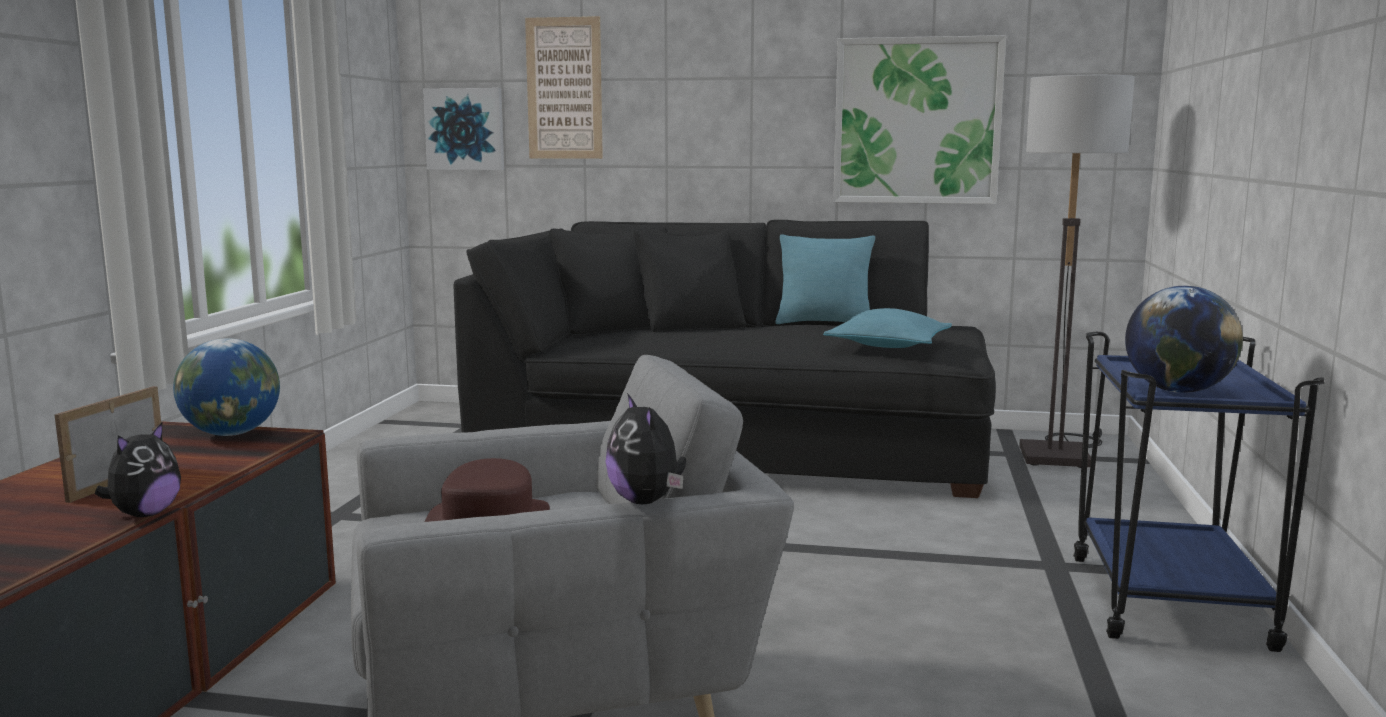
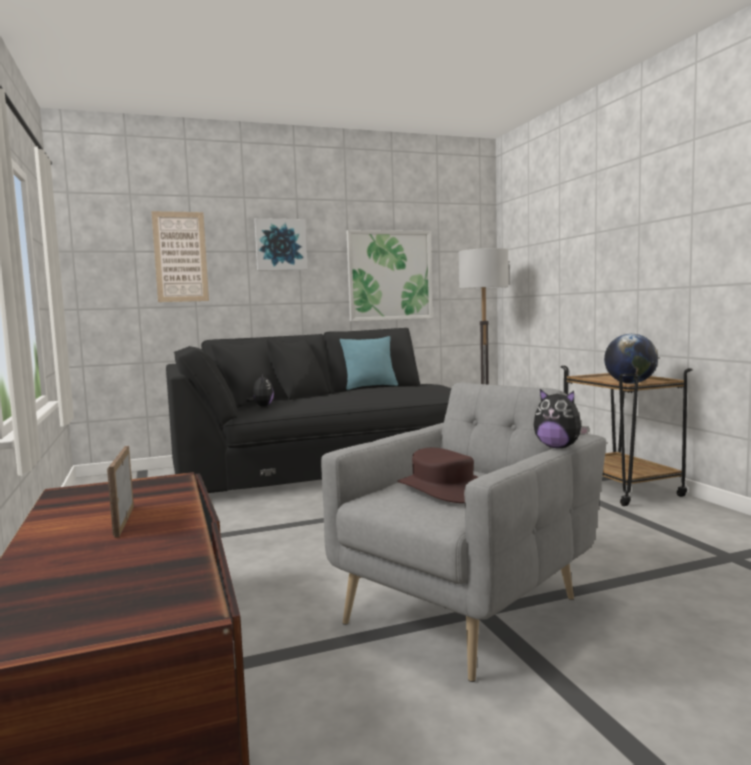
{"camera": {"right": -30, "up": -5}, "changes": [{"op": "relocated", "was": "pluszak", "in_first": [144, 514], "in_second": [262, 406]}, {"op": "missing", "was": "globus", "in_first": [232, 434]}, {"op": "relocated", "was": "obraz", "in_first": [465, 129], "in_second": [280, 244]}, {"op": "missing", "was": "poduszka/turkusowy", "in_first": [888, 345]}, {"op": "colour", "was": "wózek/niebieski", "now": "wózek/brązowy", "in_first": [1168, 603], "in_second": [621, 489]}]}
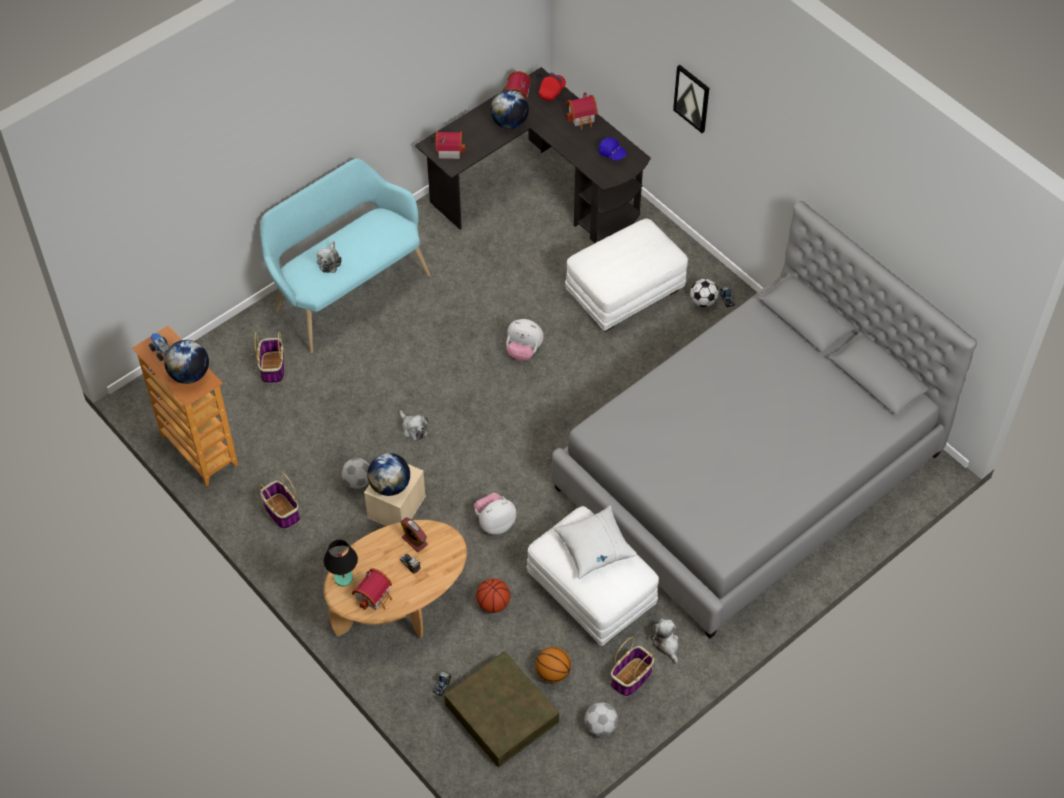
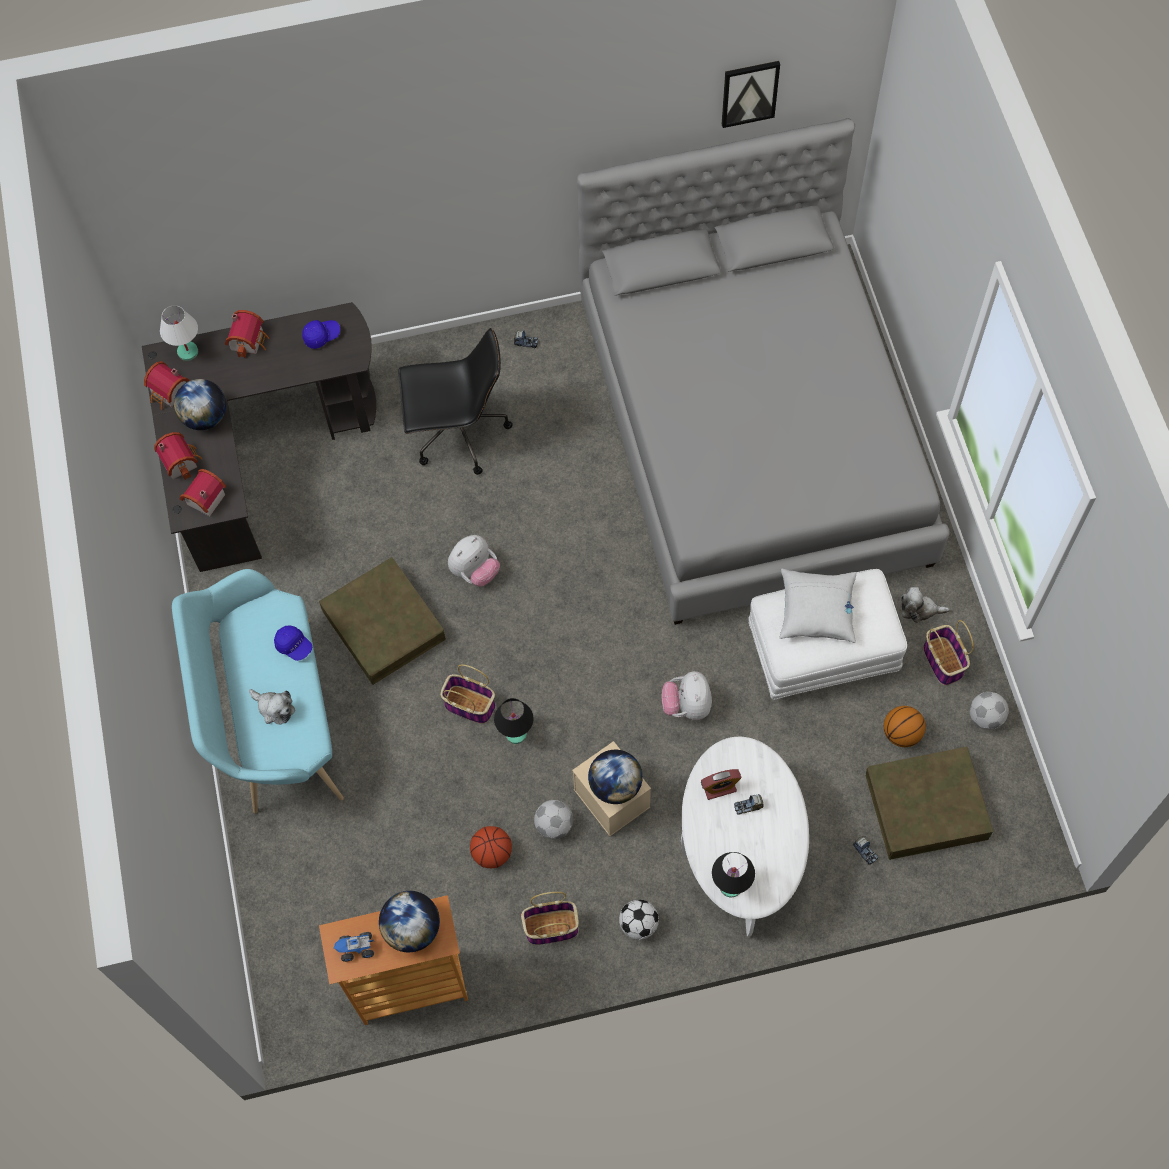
{"camera": {"right": -60, "up": 10}, "changes": [{"op": "relocated", "was": "koszyk", "in_first": [272, 367], "in_second": [468, 705]}, {"op": "colour", "was": "ława/brązowy", "now": "ława/biały", "in_first": [399, 603], "in_second": [740, 851]}, {"op": "relocated", "was": "domek", "in_first": [375, 595], "in_second": [181, 461]}, {"op": "exchanged", "was": "pluszak", "now": "lampa stołowa/czarny", "in_first": [413, 428], "in_second": [515, 734]}, {"op": "relocated", "was": "piłka do koszykówki", "in_first": [493, 604], "in_second": [492, 853]}, {"op": "exchanged", "was": "czapka z daszkiem/czerwony", "now": "lampa stołowa/biały", "in_first": [552, 91], "in_second": [187, 352]}, {"op": "exchanged", "was": "pufa/biały", "now": "krzesło biurowe/czarny", "in_first": [625, 293], "in_second": [457, 434]}, {"op": "relocated", "was": "obraz", "in_first": [692, 98], "in_second": [749, 93]}, {"op": "relocated", "was": "piłka futbolowa", "in_first": [703, 301], "in_second": [638, 924]}, {"op": "appeared", "now": "czapka z daszkiem/niebieski", "in_second": [294, 646]}, {"op": "appeared", "now": "pojemnik do przechowywania/brązowy", "in_second": [384, 625]}]}
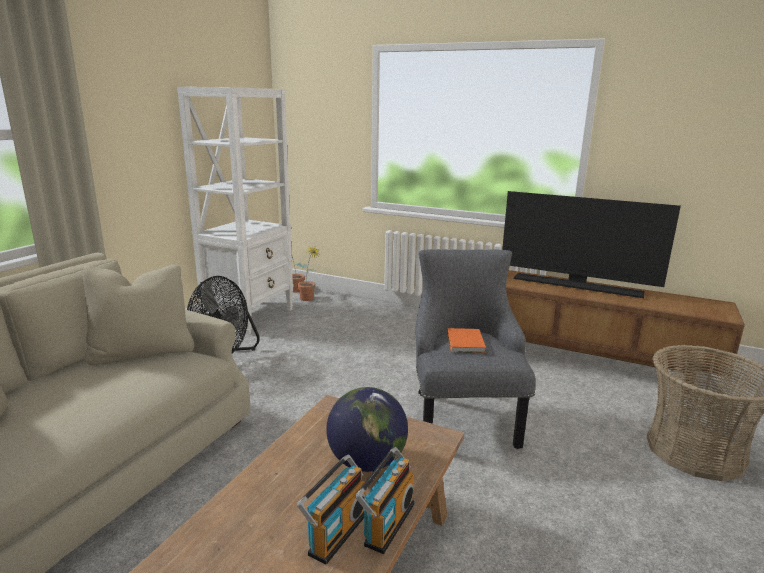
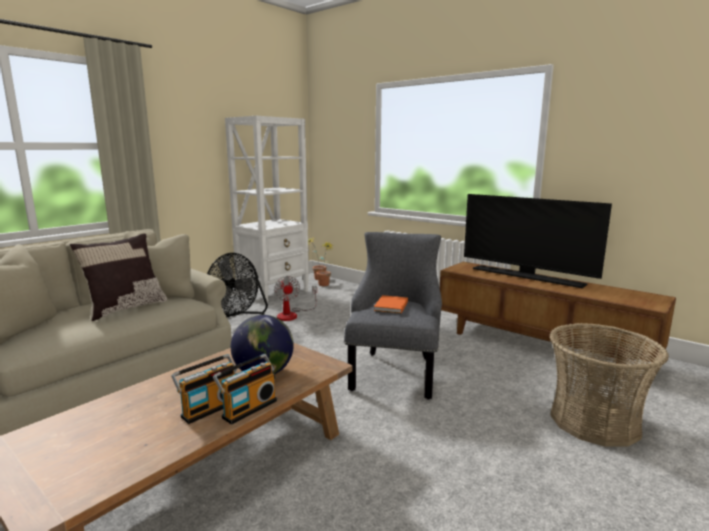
{"camera": {"right": 15, "up": -5}, "changes": [{"op": "appeared", "now": "poduszka", "in_second": [125, 308]}, {"op": "appeared", "now": "wentylator", "in_second": [292, 315]}]}
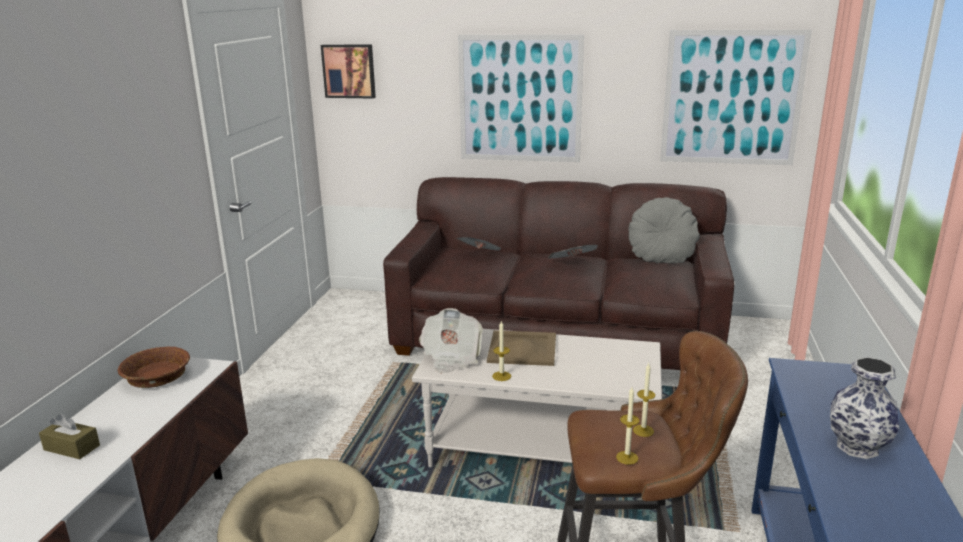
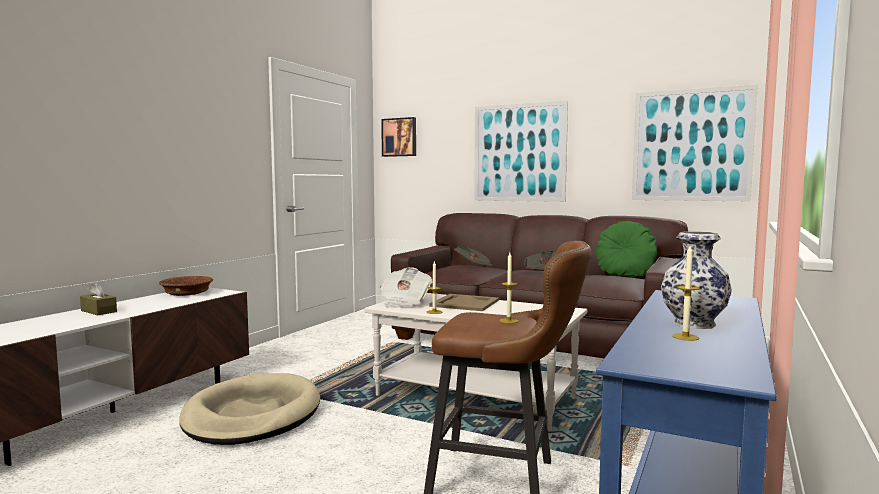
{"camera": {"right": 15, "up": -15}, "changes": [{"op": "relocated", "was": "świeca", "in_first": [627, 457], "in_second": [685, 337]}, {"op": "colour", "was": "poduszka/szary", "now": "poduszka/zielony", "in_first": [661, 260], "in_second": [625, 276]}]}
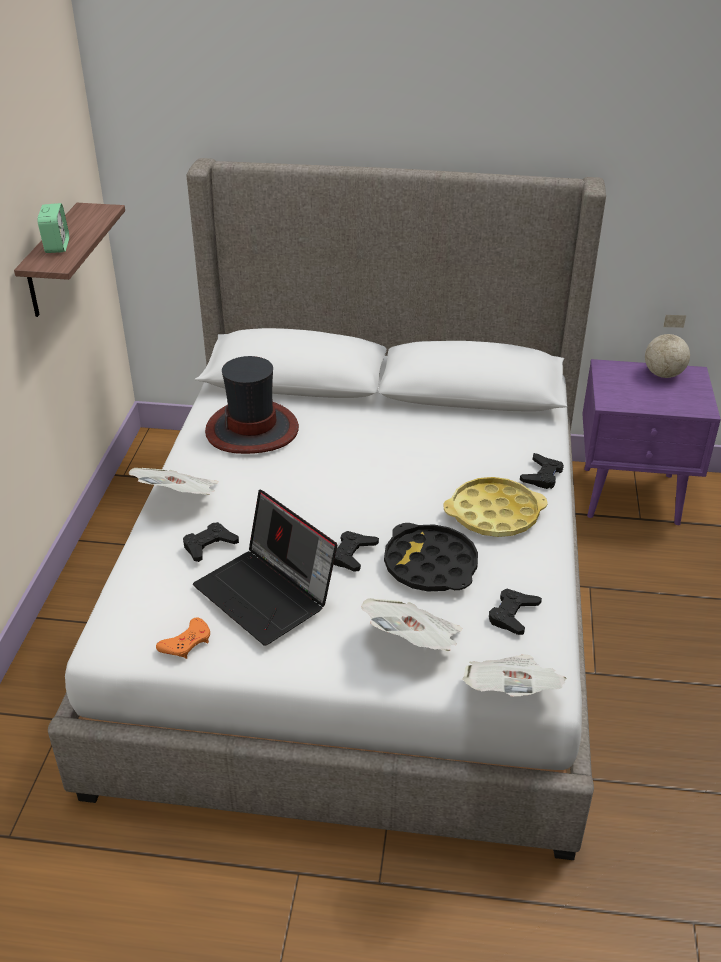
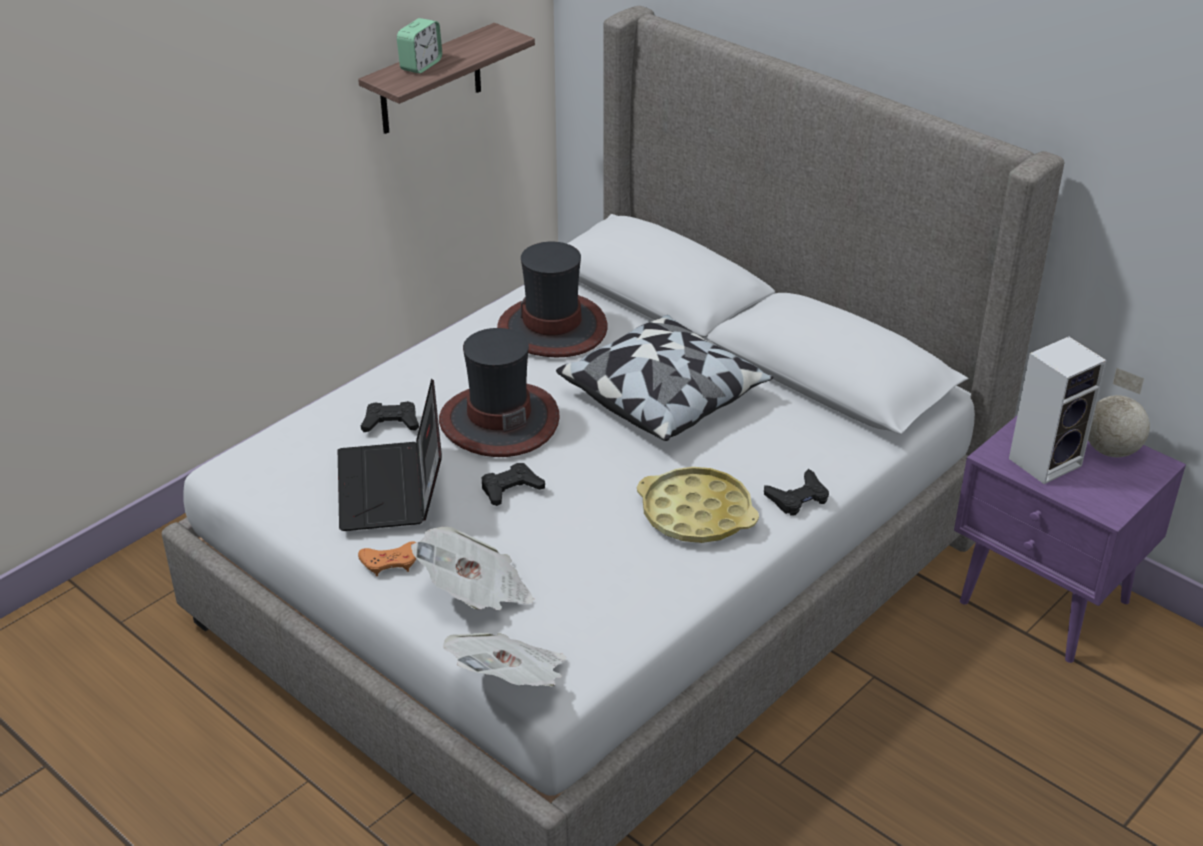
{"camera": {"right": 35, "up": 0}, "changes": [{"op": "missing", "was": "gazeta", "in_first": [179, 498]}, {"op": "relocated", "was": "pad do gier/pomarańczowy", "in_first": [186, 643], "in_second": [390, 562]}, {"op": "missing", "was": "taca/czarny", "in_first": [430, 565]}, {"op": "missing", "was": "pad do gier/czarny", "in_first": [513, 615]}, {"op": "appeared", "now": "kapelusz", "in_second": [499, 420]}, {"op": "appeared", "now": "poduszka", "in_second": [664, 398]}, {"op": "appeared", "now": "głośnik", "in_second": [1046, 460]}]}
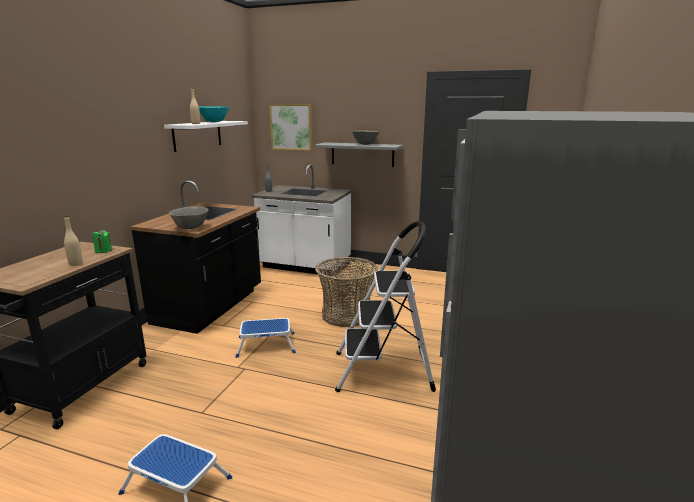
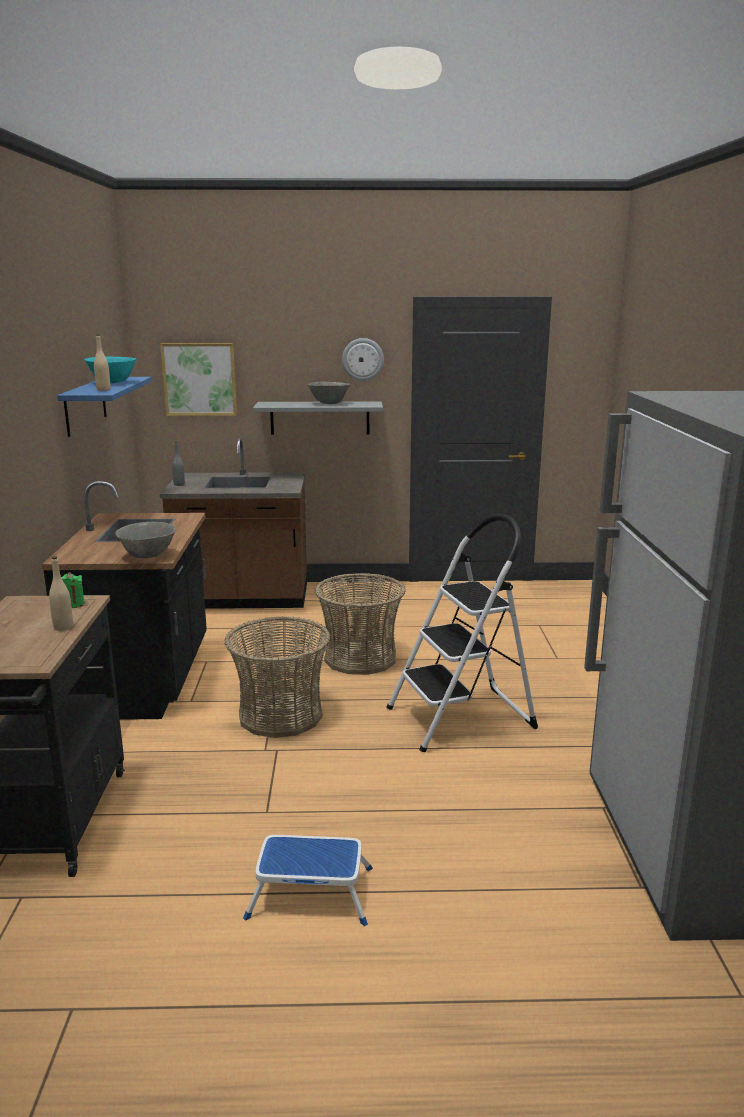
{"camera": {"right": -20, "up": 0}, "changes": [{"op": "colour", "was": "półka/biały", "now": "półka/niebieski", "in_first": [197, 135], "in_second": [85, 405]}, {"op": "exchanged", "was": "drabinka/niebieski", "now": "koszyk", "in_first": [266, 345], "in_second": [280, 715]}, {"op": "colour", "was": "zabudowa kuchenna/biały", "now": "zabudowa kuchenna/brązowy", "in_first": [305, 266], "in_second": [242, 598]}, {"op": "appeared", "now": "zegar ścienny", "in_second": [362, 359]}]}
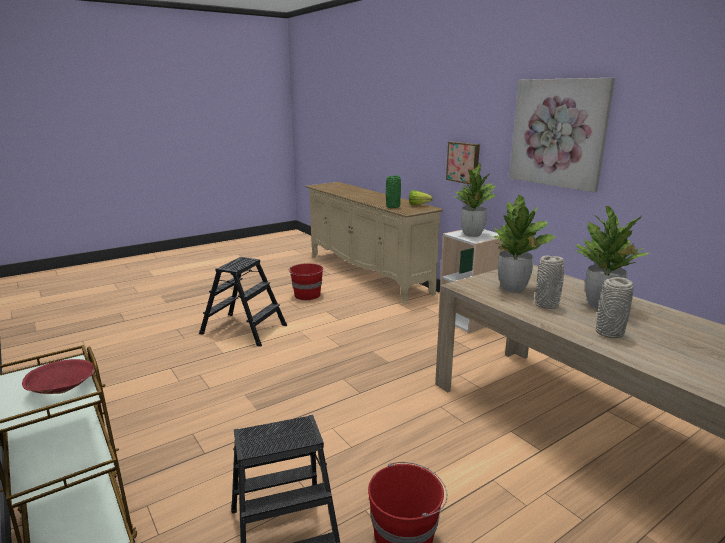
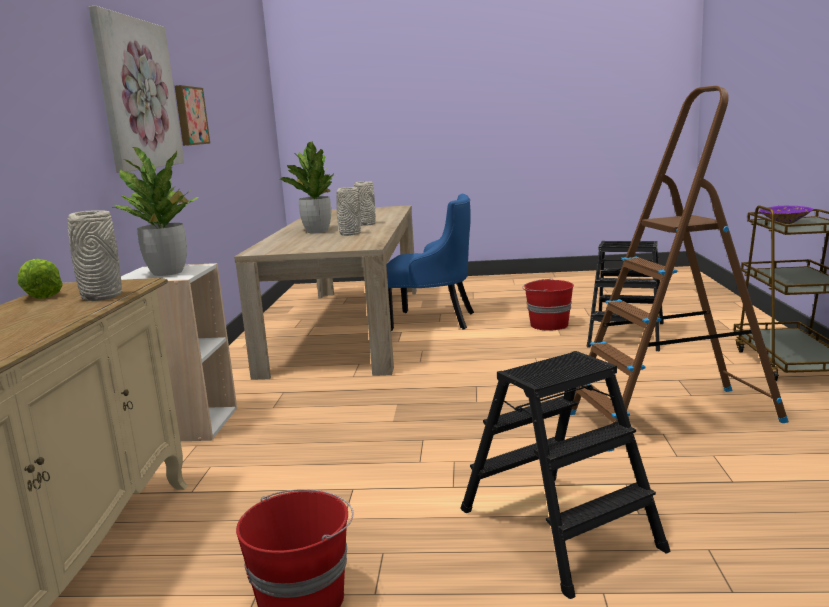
{"camera": {"right": -140, "up": -5}, "changes": [{"op": "colour", "was": "miska/czerwony", "now": "miska/fioletowy", "in_first": [63, 389], "in_second": [784, 223]}, {"op": "colour", "was": "wazon/zielony", "now": "wazon/szary", "in_first": [393, 207], "in_second": [101, 297]}, {"op": "relocated", "was": "obraz", "in_first": [463, 162], "in_second": [189, 116]}, {"op": "missing", "was": "roślina doniczkowa", "in_first": [513, 288]}, {"op": "appeared", "now": "krzesło/niebieski", "in_second": [430, 321]}, {"op": "appeared", "now": "drabinka/brązowy", "in_second": [672, 418]}]}
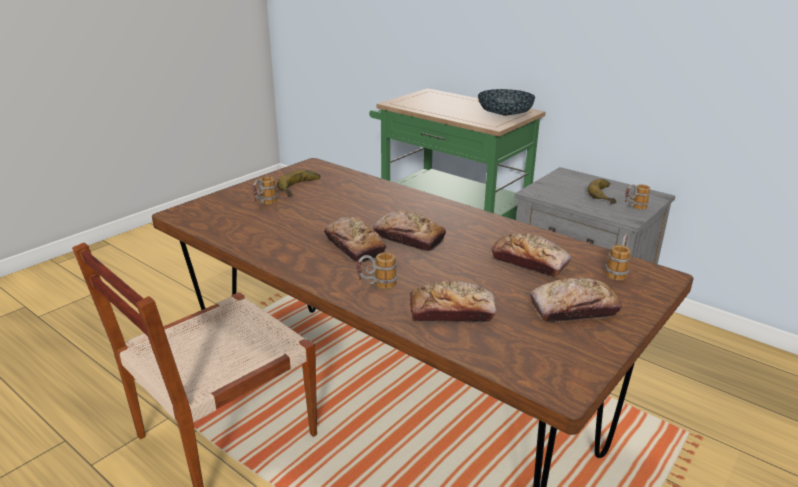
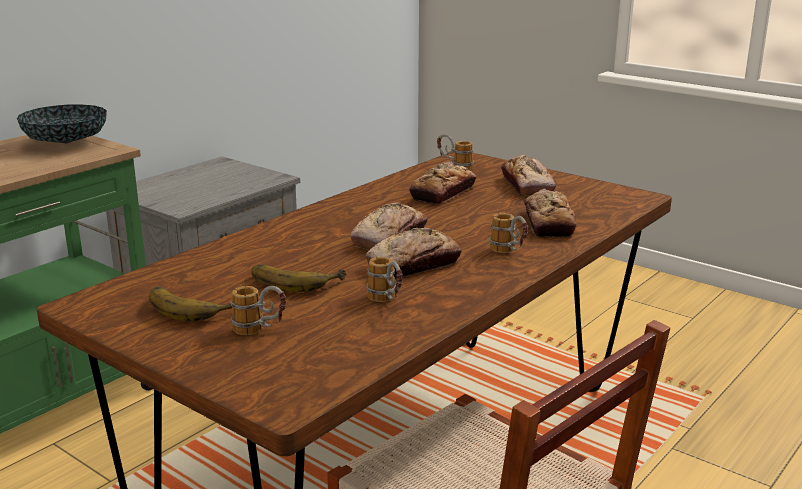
{"camera": {"right": -90, "up": -5}, "changes": [{"op": "relocated", "was": "banan", "in_first": [607, 195], "in_second": [295, 280]}, {"op": "relocated", "was": "kubek", "in_first": [634, 208], "in_second": [387, 301]}]}
